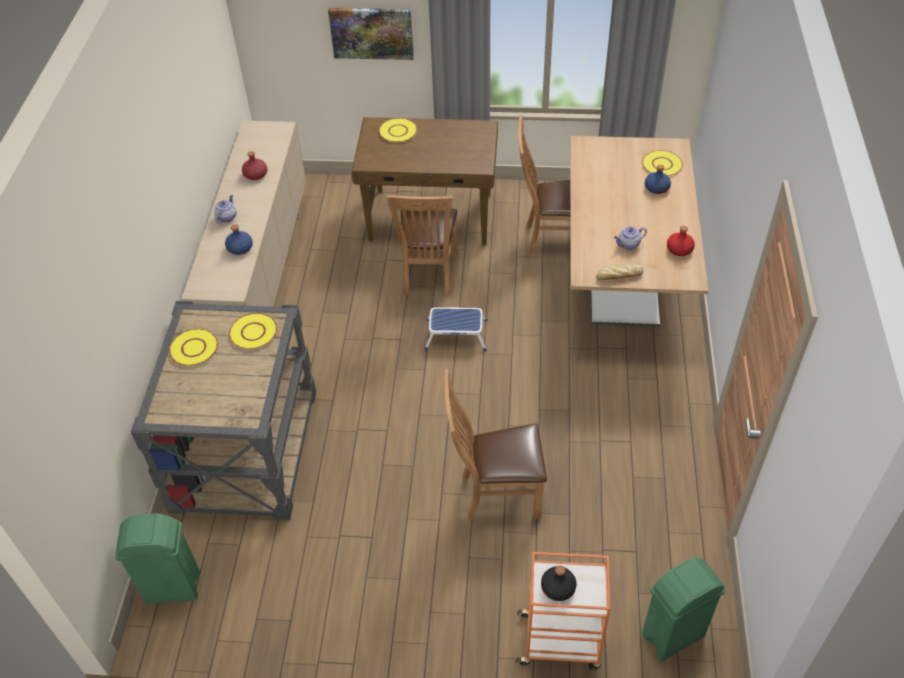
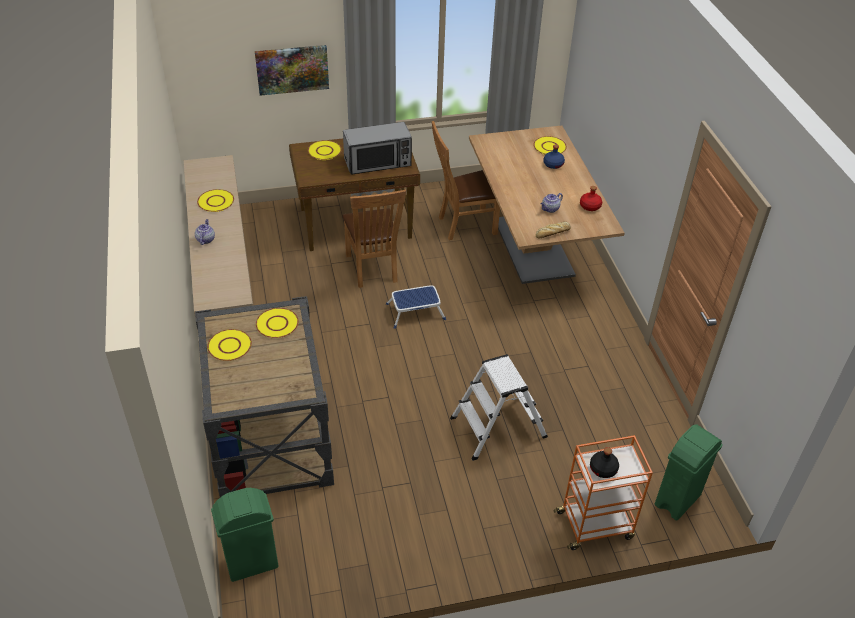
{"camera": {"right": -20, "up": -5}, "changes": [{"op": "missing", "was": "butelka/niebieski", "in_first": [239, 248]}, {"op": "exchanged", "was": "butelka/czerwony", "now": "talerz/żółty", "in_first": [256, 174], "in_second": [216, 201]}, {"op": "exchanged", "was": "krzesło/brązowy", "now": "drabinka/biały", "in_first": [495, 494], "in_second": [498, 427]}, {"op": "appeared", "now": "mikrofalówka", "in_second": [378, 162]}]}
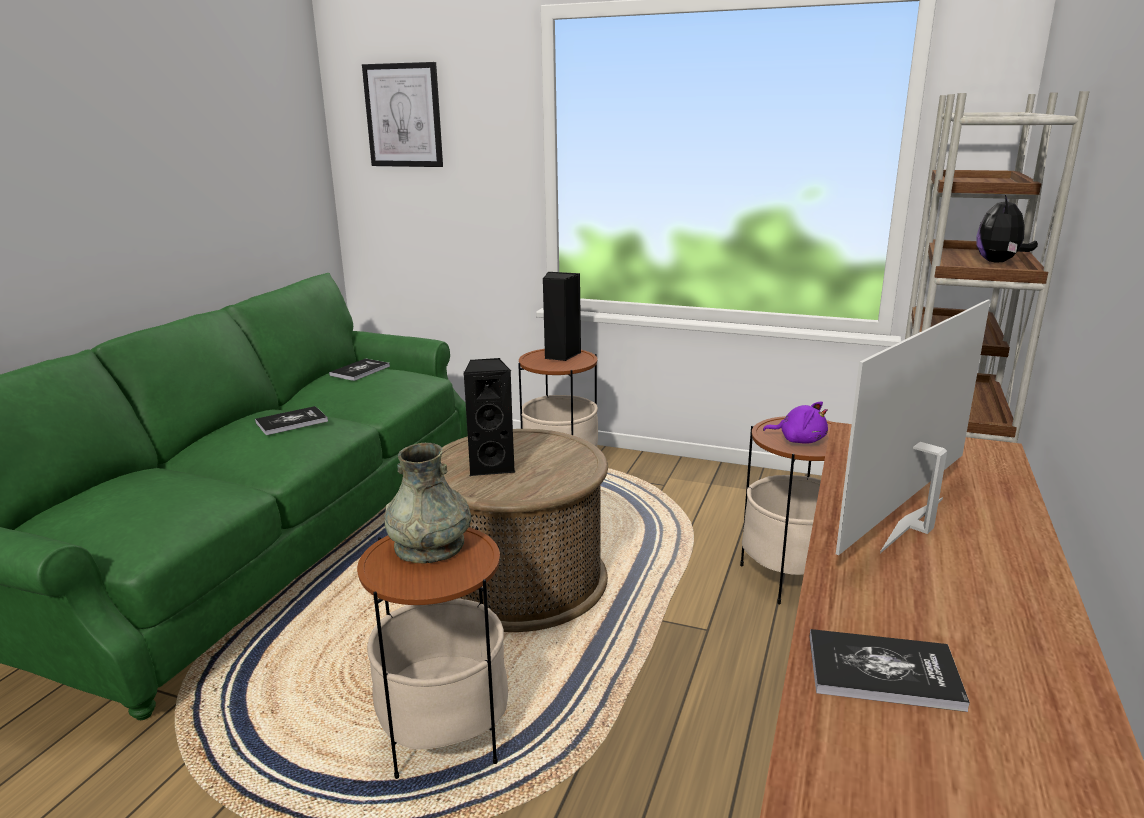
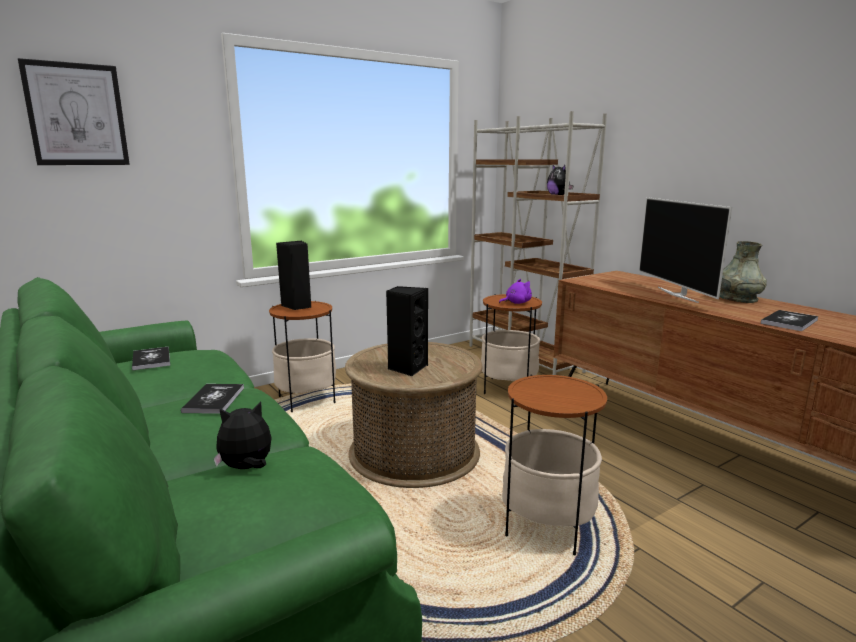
{"camera": {"right": -55, "up": -5}, "changes": [{"op": "relocated", "was": "wazon/szary", "in_first": [429, 545], "in_second": [737, 298]}, {"op": "appeared", "now": "pluszak", "in_second": [247, 468]}]}
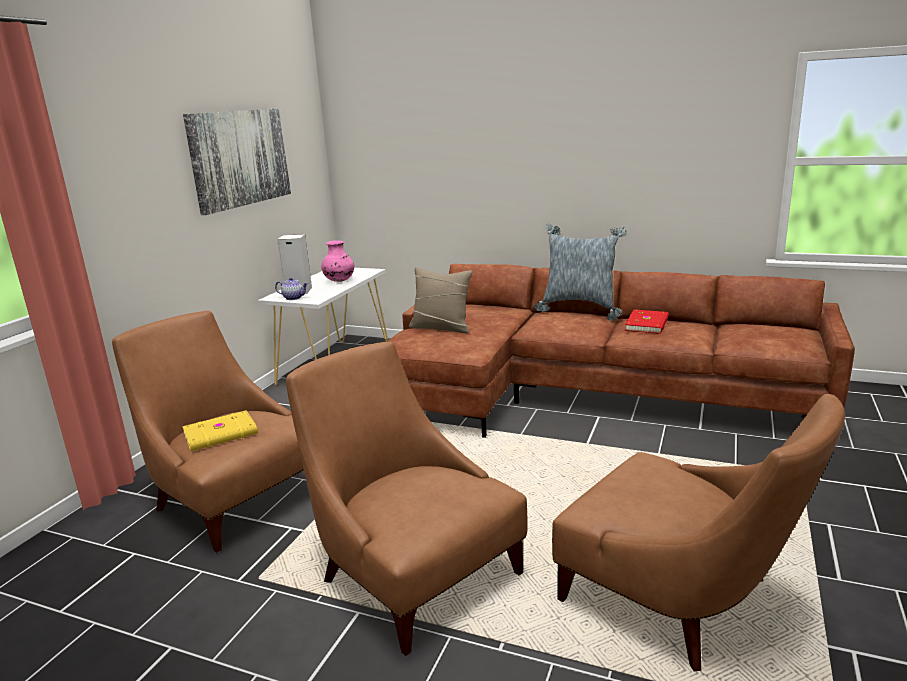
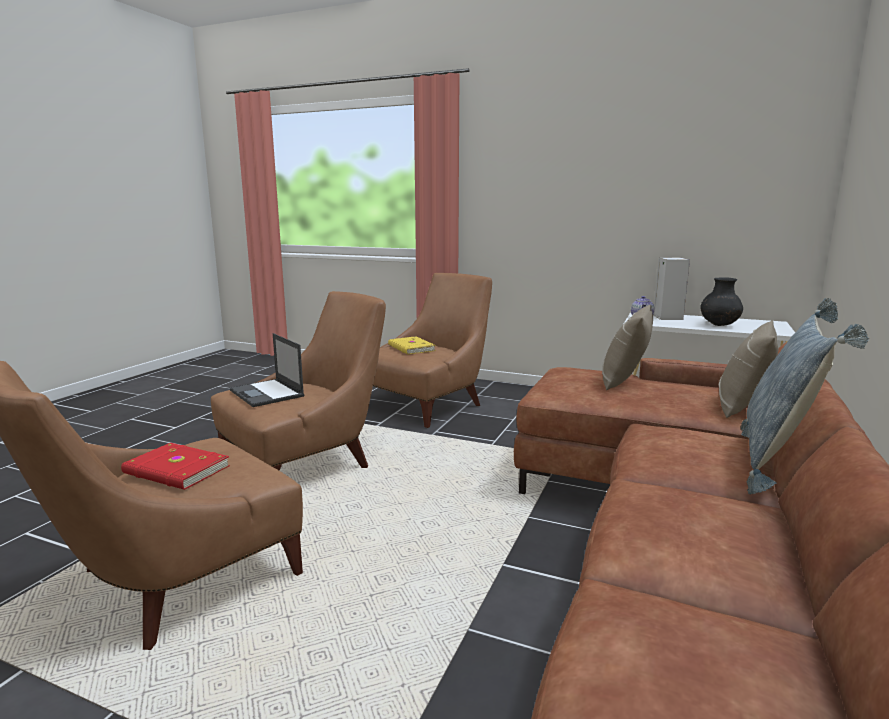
{"camera": {"right": 90, "up": -5}, "changes": [{"op": "missing", "was": "obraz", "in_first": [240, 158]}, {"op": "colour", "was": "wazon/różowy", "now": "wazon/czarny", "in_first": [339, 281], "in_second": [719, 325]}, {"op": "relocated", "was": "książka/czerwony", "in_first": [648, 324], "in_second": [176, 471]}, {"op": "appeared", "now": "laptop", "in_second": [267, 393]}, {"op": "appeared", "now": "poduszka/beżowy", "in_second": [742, 406]}]}
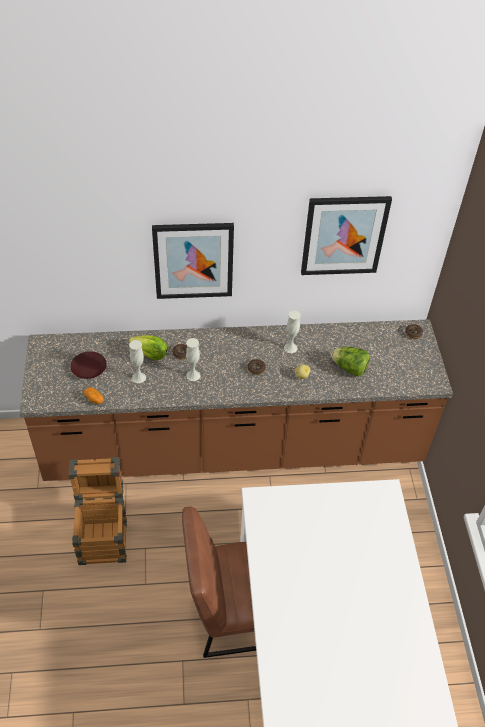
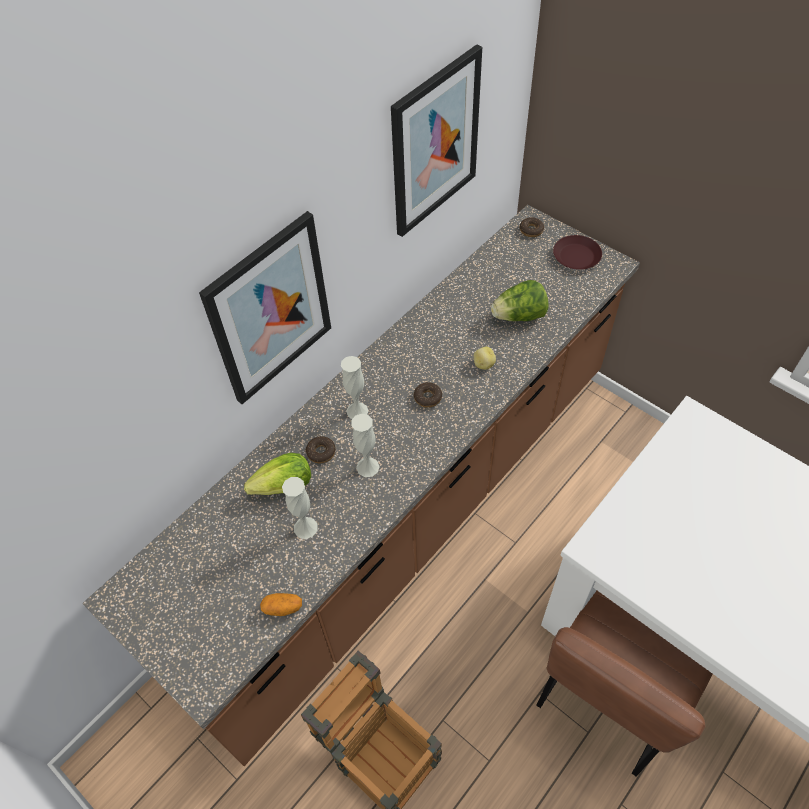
{"camera": {"right": -40, "up": 5}, "changes": [{"op": "relocated", "was": "talerz/brązowy", "in_first": [89, 368], "in_second": [577, 257]}, {"op": "relocated", "was": "wazon/biały", "in_first": [290, 348], "in_second": [357, 411]}]}
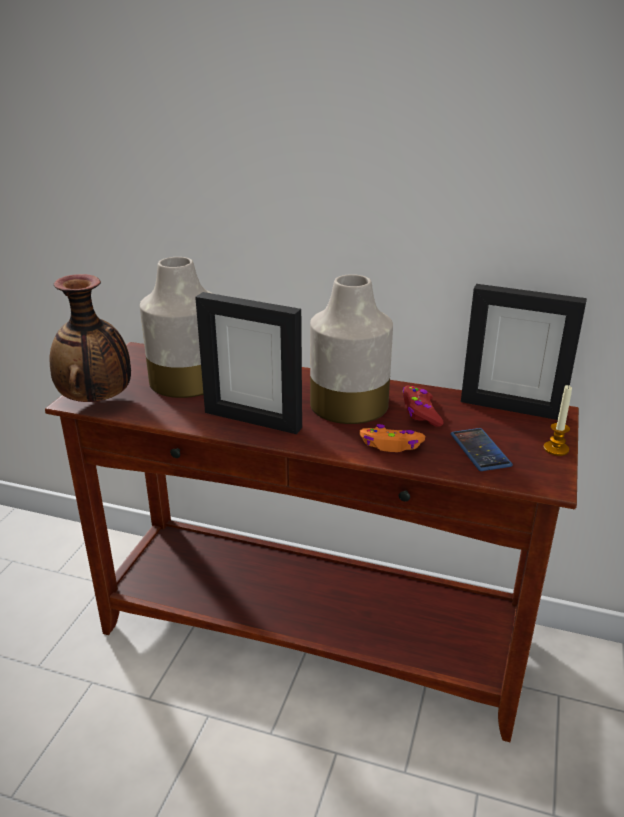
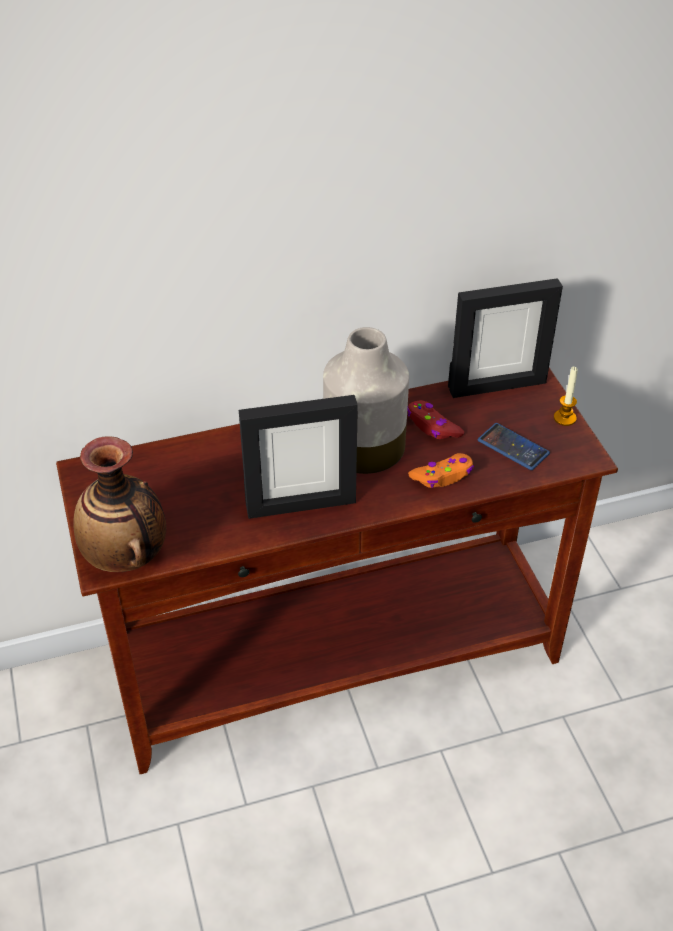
{"camera": {"right": -35, "up": 15}, "changes": [{"op": "missing", "was": "wazon/beżowy", "in_first": [186, 380]}]}
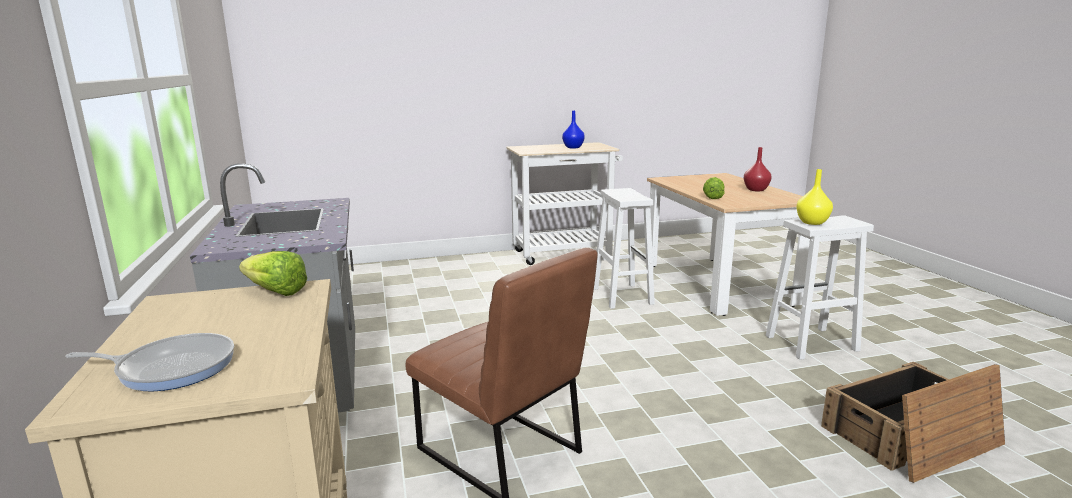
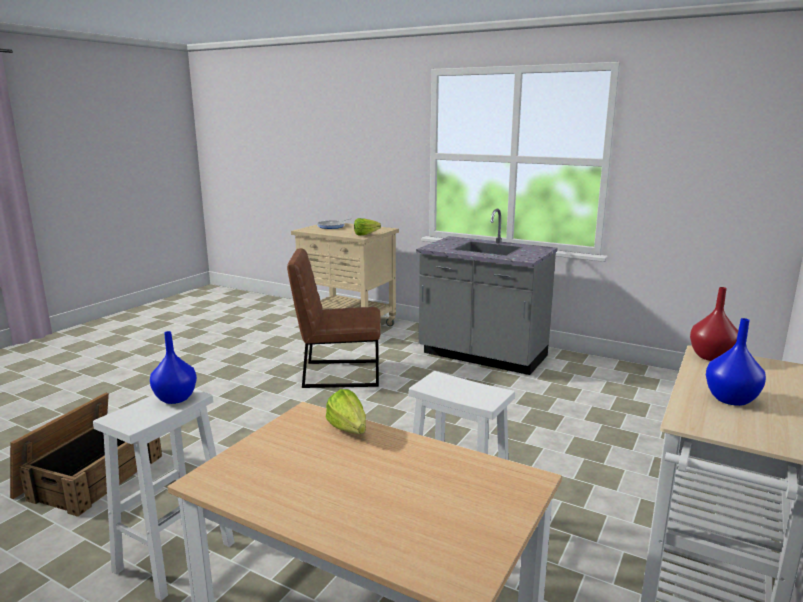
{"camera": {"right": 135, "up": 0}, "changes": [{"op": "relocated", "was": "wazon/czerwony", "in_first": [756, 190], "in_second": [712, 357]}, {"op": "colour", "was": "wazon/żółty", "now": "wazon/niebieski", "in_first": [813, 222], "in_second": [174, 399]}]}
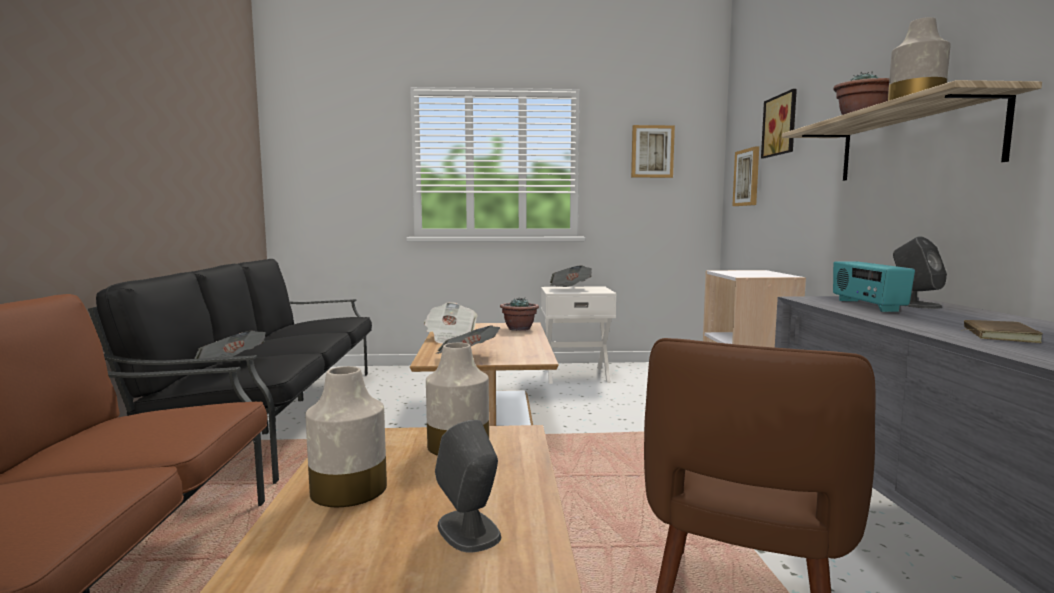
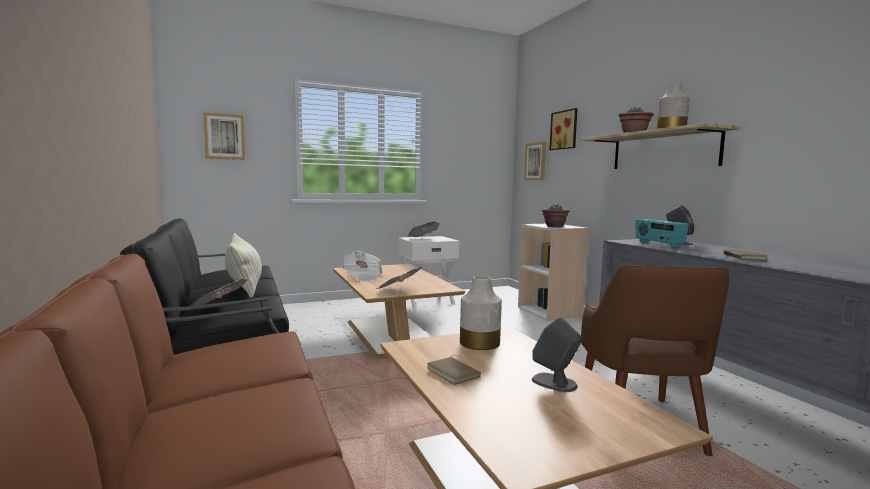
{"camera": {"right": -20, "up": 0}, "changes": [{"op": "exchanged", "was": "wazon/beżowy", "now": "książka/brązowy", "in_first": [349, 489], "in_second": [454, 373]}, {"op": "relocated", "was": "roślina doniczkowa", "in_first": [519, 329], "in_second": [554, 226]}, {"op": "relocated", "was": "obraz", "in_first": [652, 151], "in_second": [224, 136]}, {"op": "appeared", "now": "poduszka", "in_second": [244, 287]}]}
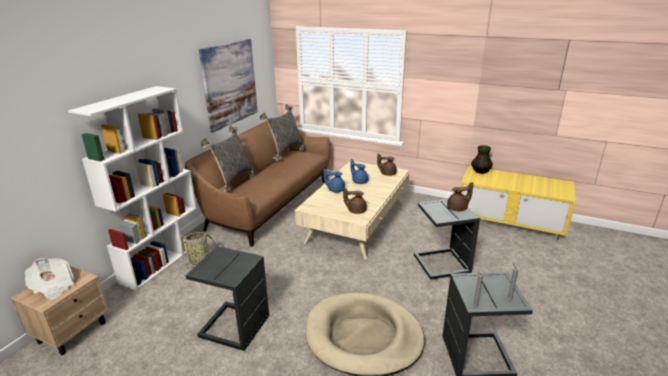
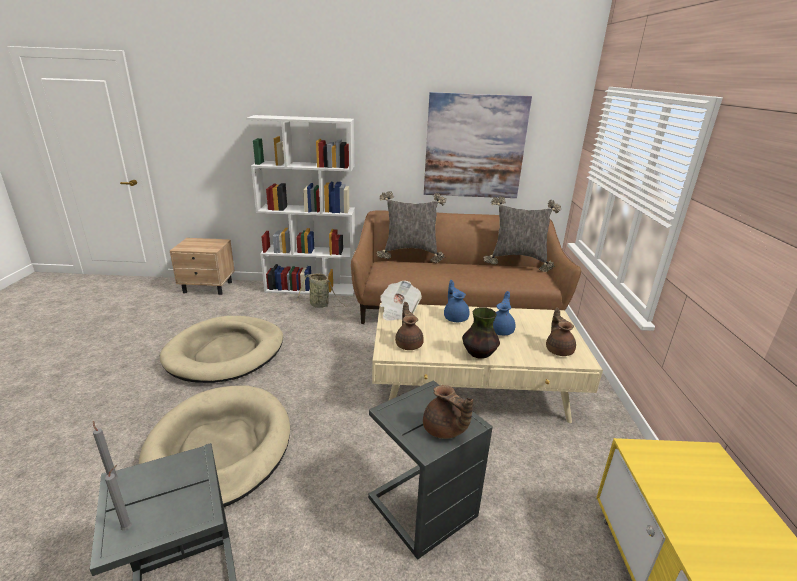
{"camera": {"right": 65, "up": 0}, "changes": [{"op": "relocated", "was": "gazeta", "in_first": [53, 287], "in_second": [398, 311]}, {"op": "exchanged", "was": "stolik/szary", "now": "legowisko/beżowy", "in_first": [234, 325], "in_second": [226, 352]}, {"op": "relocated", "was": "wazon", "in_first": [480, 171], "in_second": [479, 353]}]}
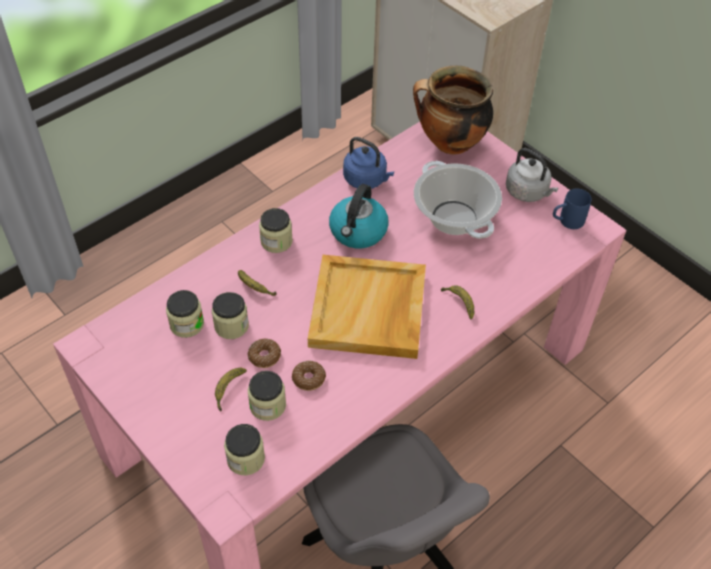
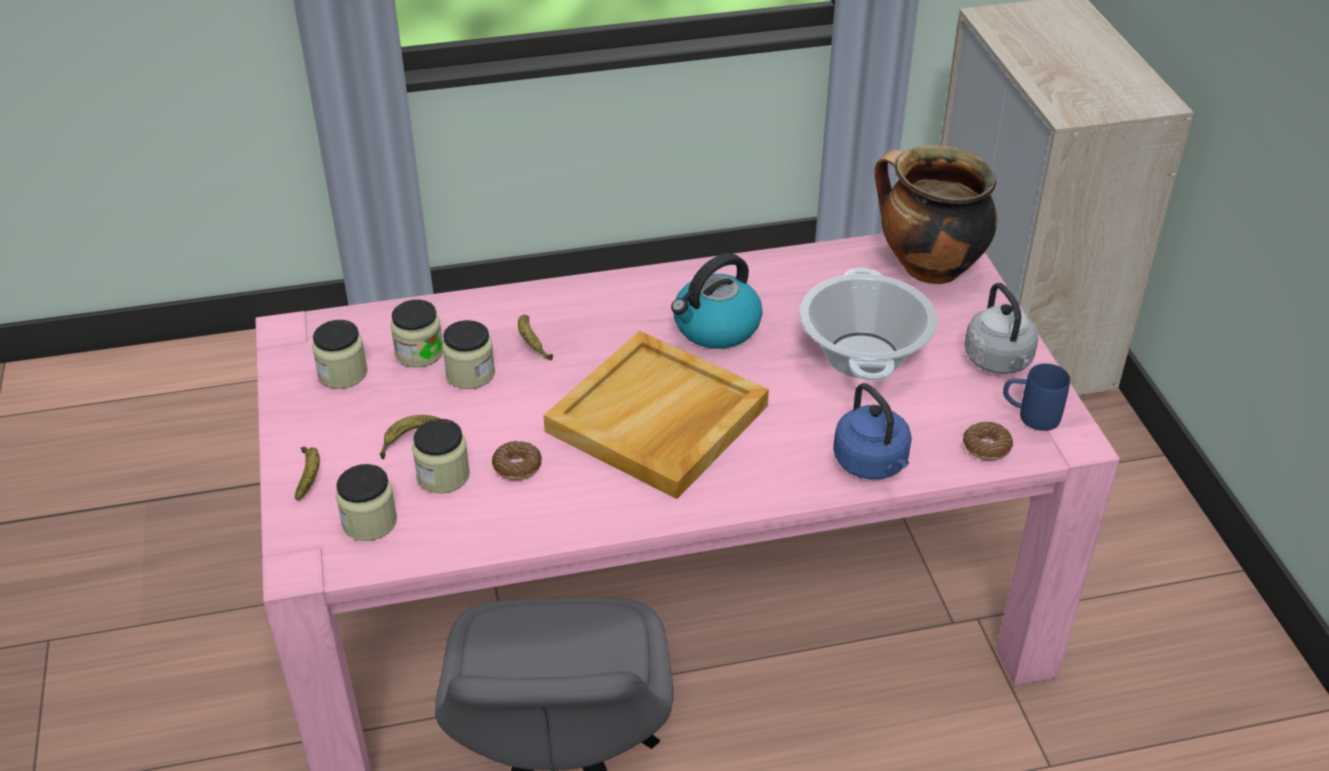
{"camera": {"right": 30, "up": -10}, "changes": [{"op": "relocated", "was": "donut", "in_first": [264, 356], "in_second": [986, 447]}, {"op": "relocated", "was": "słoik", "in_first": [276, 241], "in_second": [343, 373]}, {"op": "relocated", "was": "czajnik/niebieski", "in_first": [367, 180], "in_second": [872, 464]}, {"op": "relocated", "was": "banan", "in_first": [459, 303], "in_second": [309, 476]}]}
